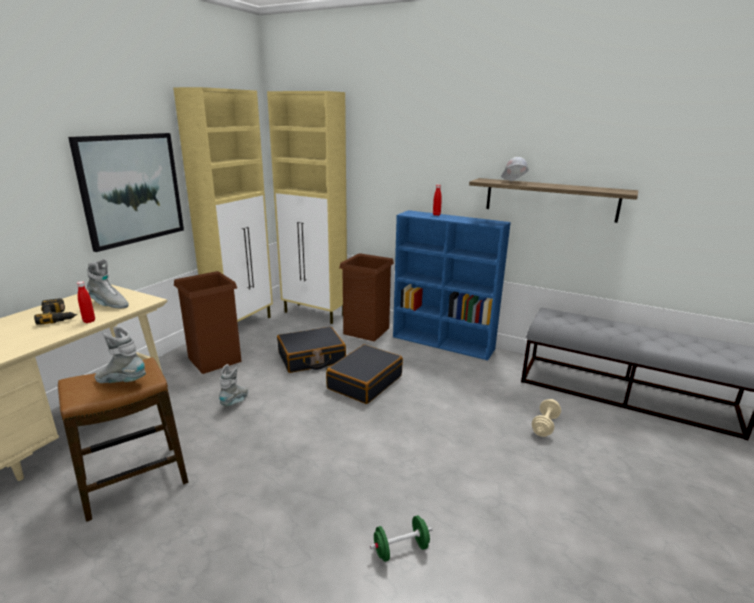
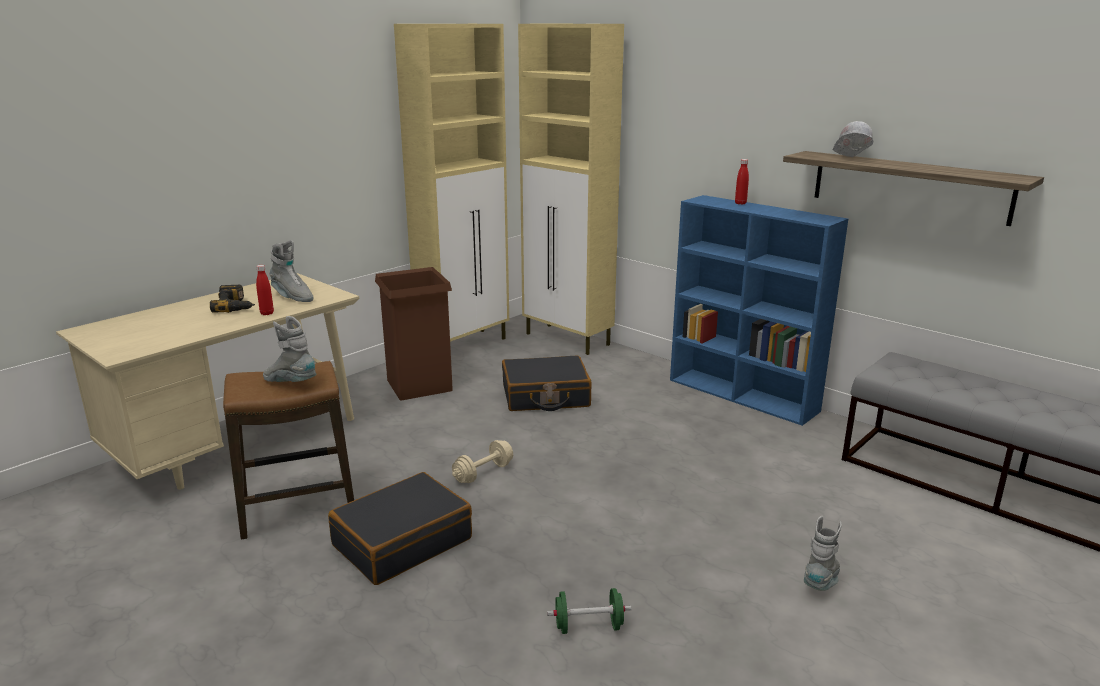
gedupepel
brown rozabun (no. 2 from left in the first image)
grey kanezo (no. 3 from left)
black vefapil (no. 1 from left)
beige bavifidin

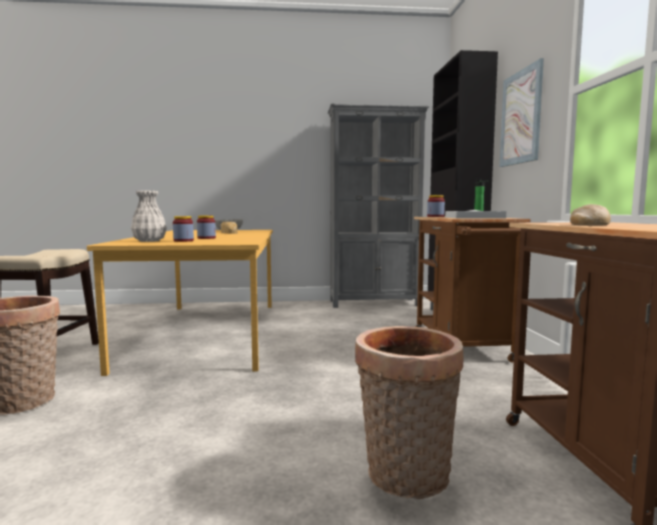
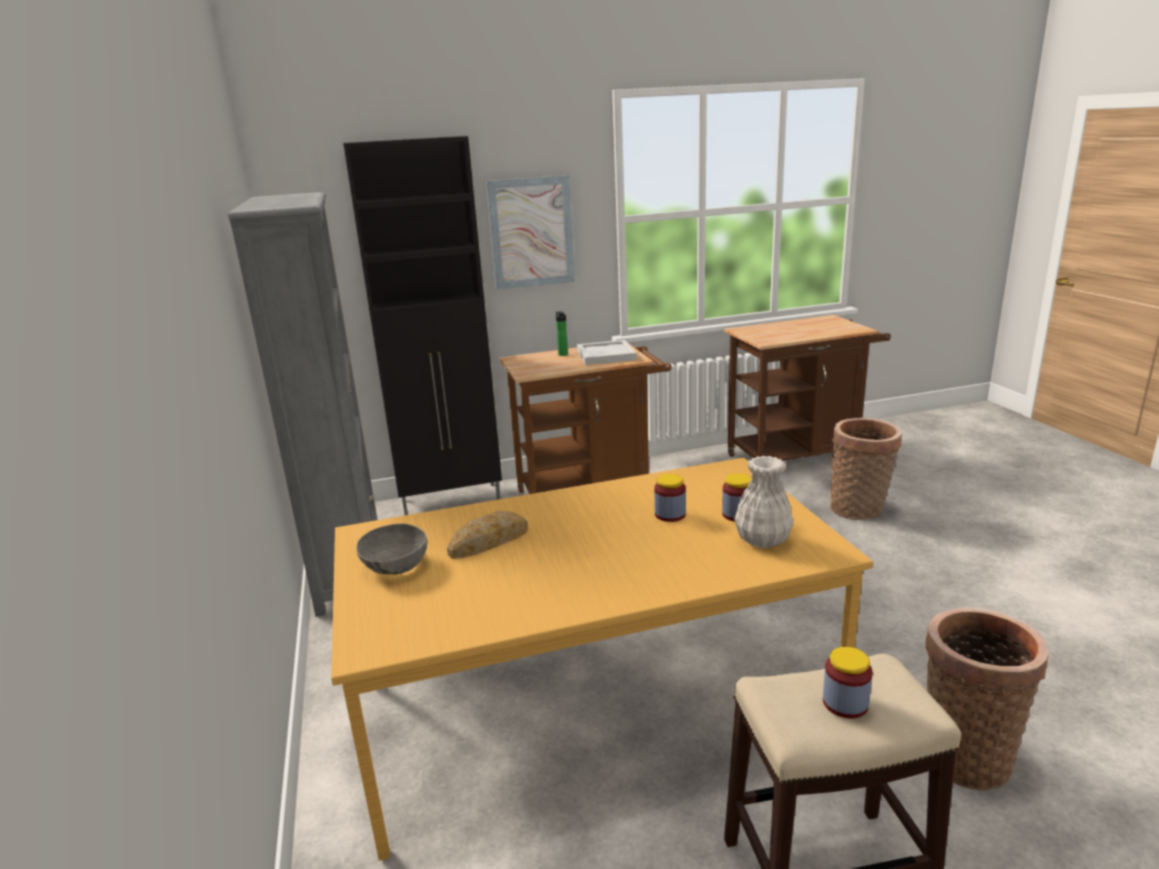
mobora (no. 2 from left in the first image)
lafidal (no. 3 from left)

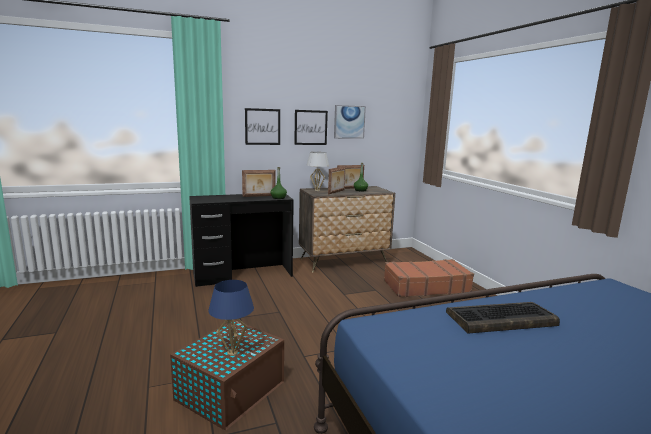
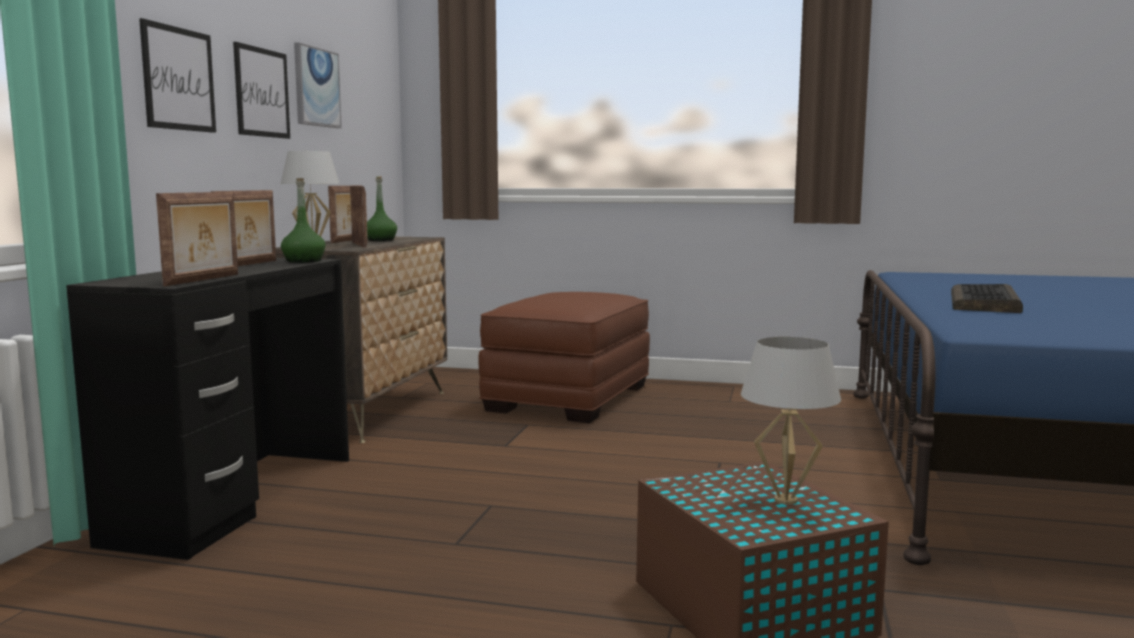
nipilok (no. 1 from left)
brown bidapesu
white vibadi (no. 2 from left)

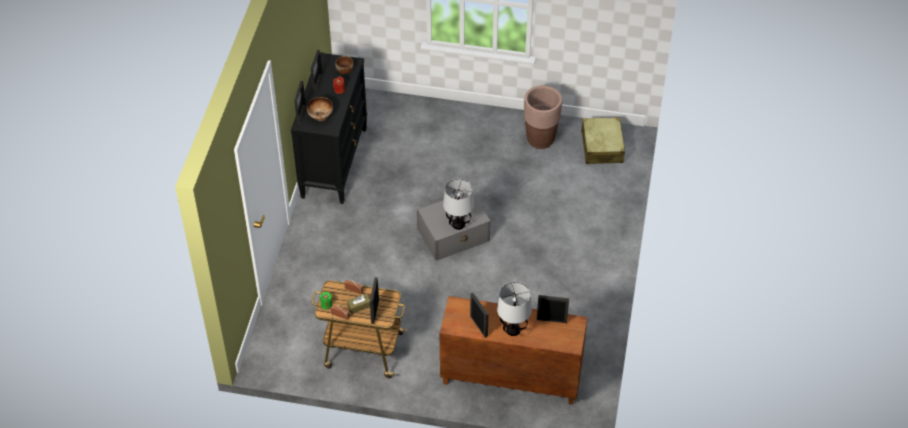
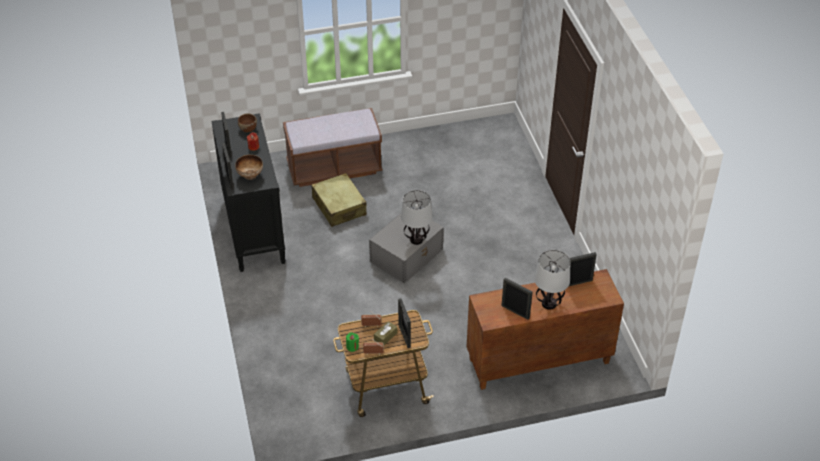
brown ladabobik
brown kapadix
beige vefapil

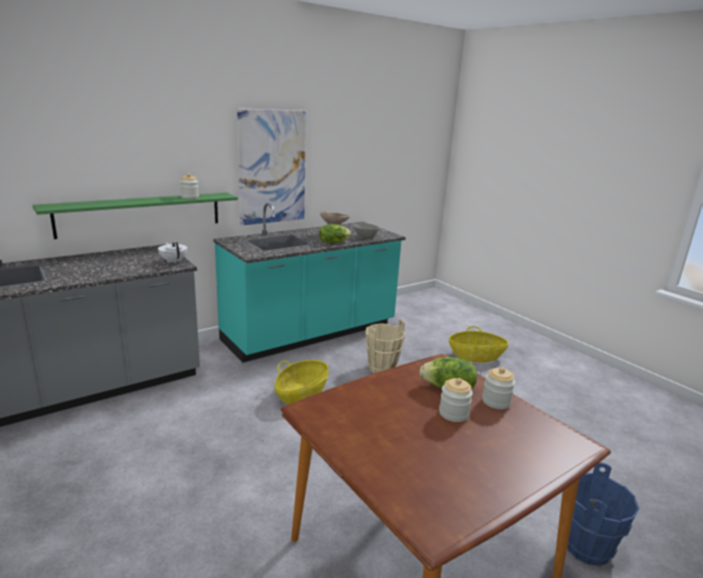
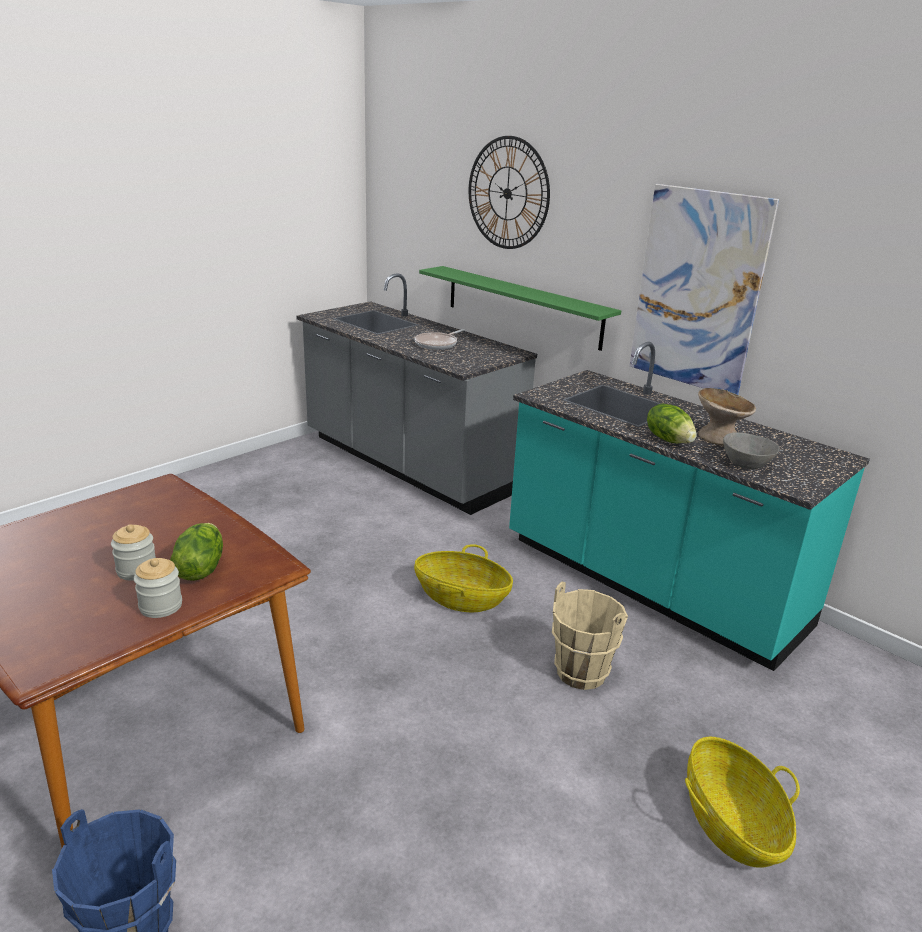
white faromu
lafidal (no. 1 from left in the first image)
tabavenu
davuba

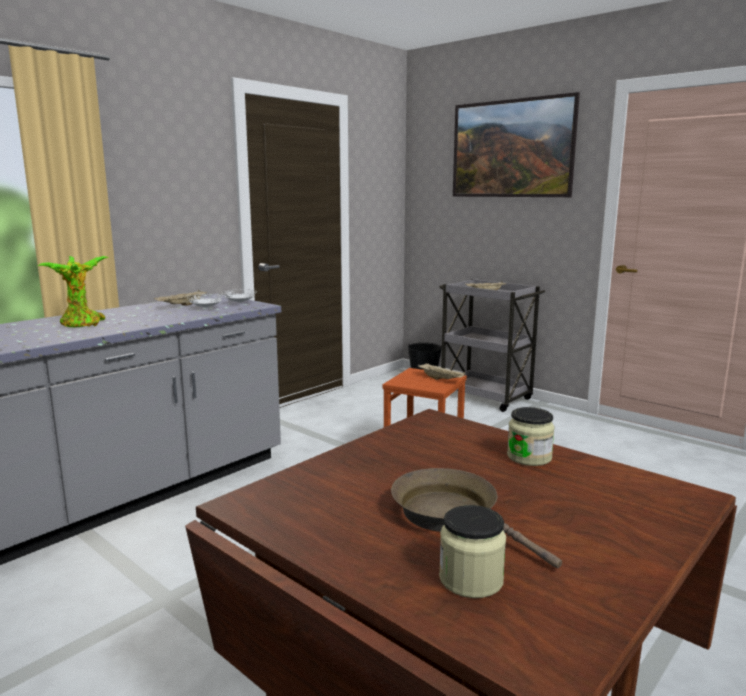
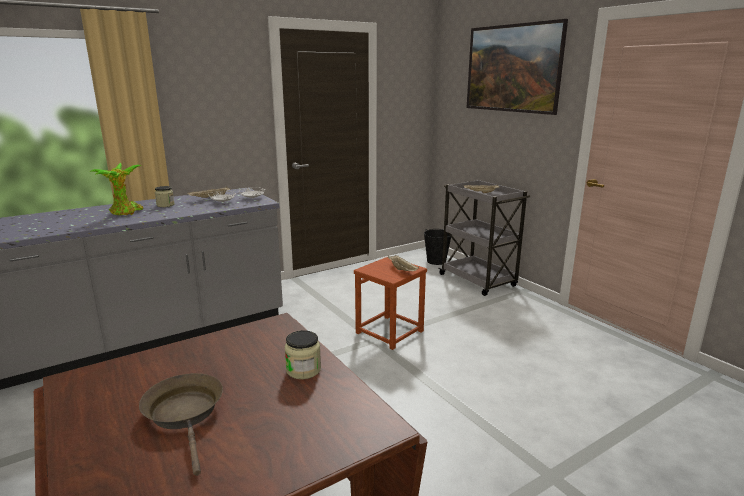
lafidal (no. 1 from left)

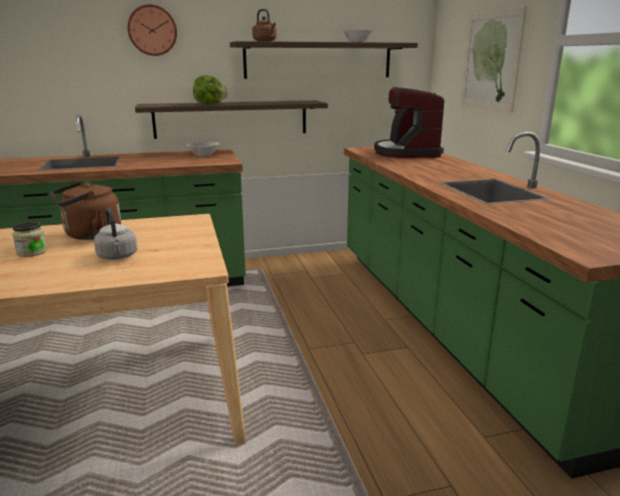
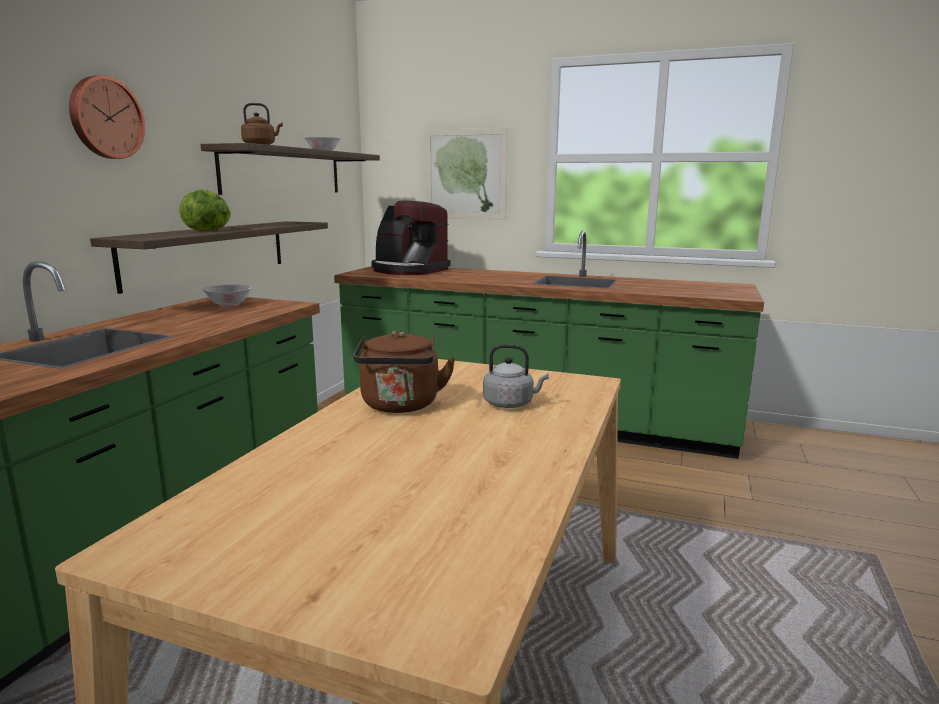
lafidal

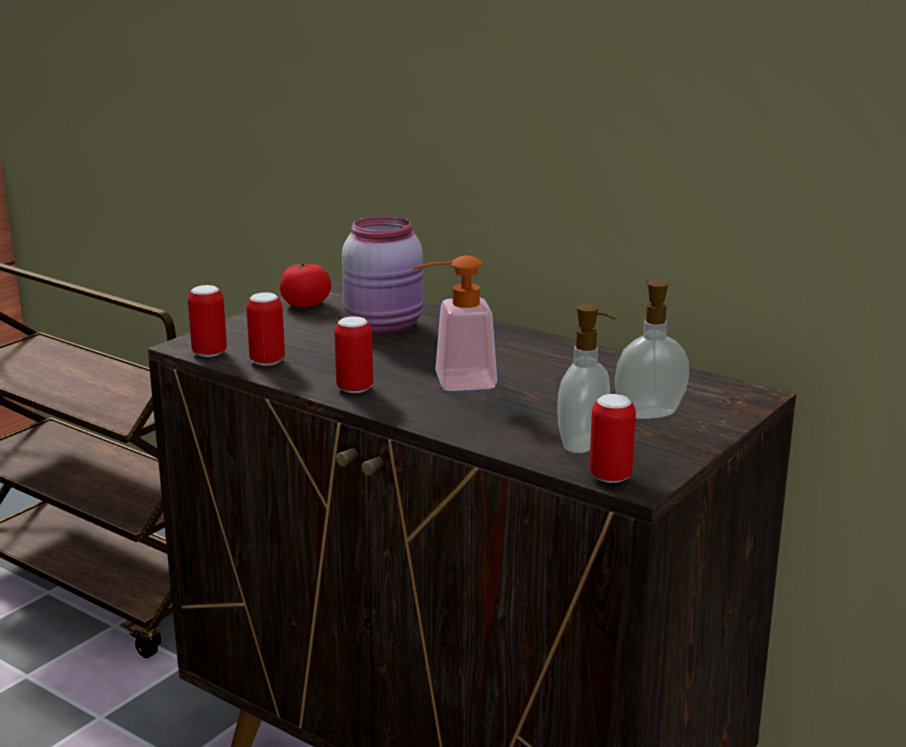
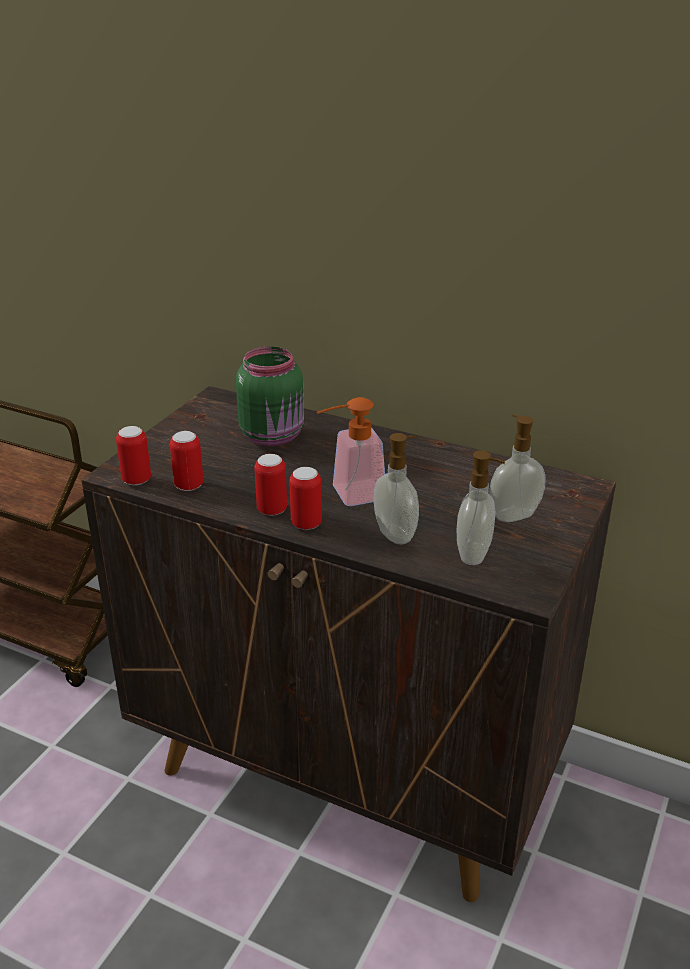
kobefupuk
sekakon (no. 2 from left)
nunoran (no. 4 from left)
green lafidal

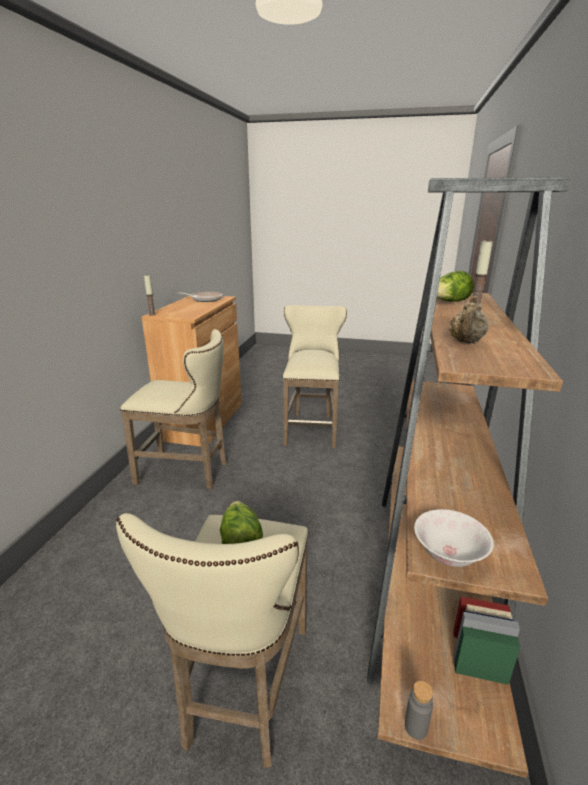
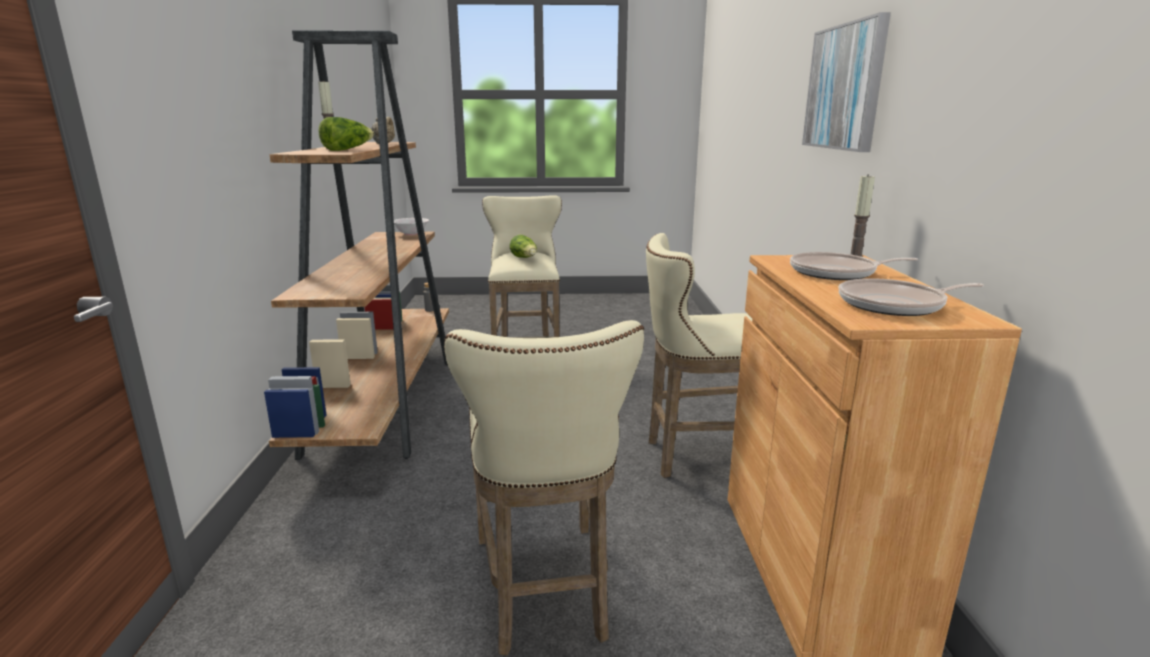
tabavenu (no. 1 from left)
gedupepel

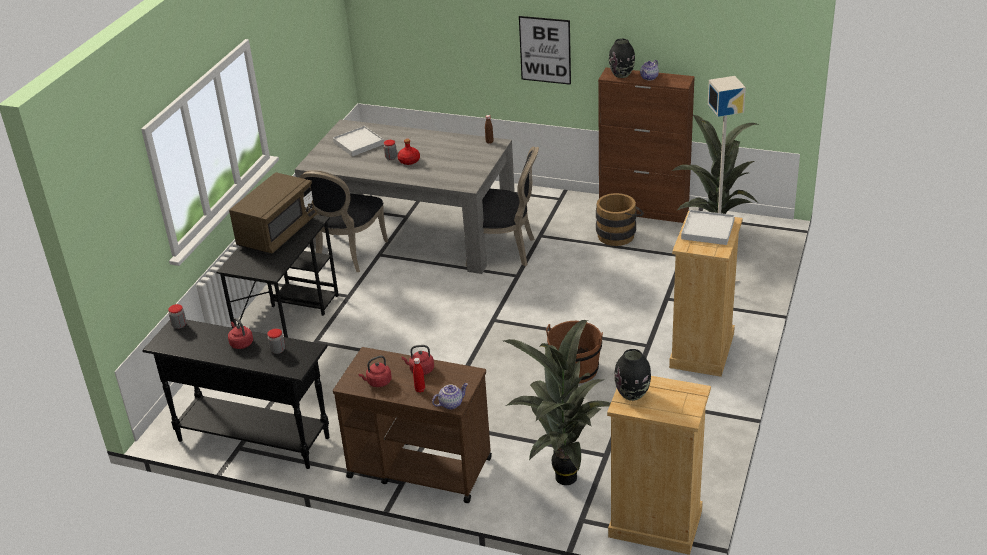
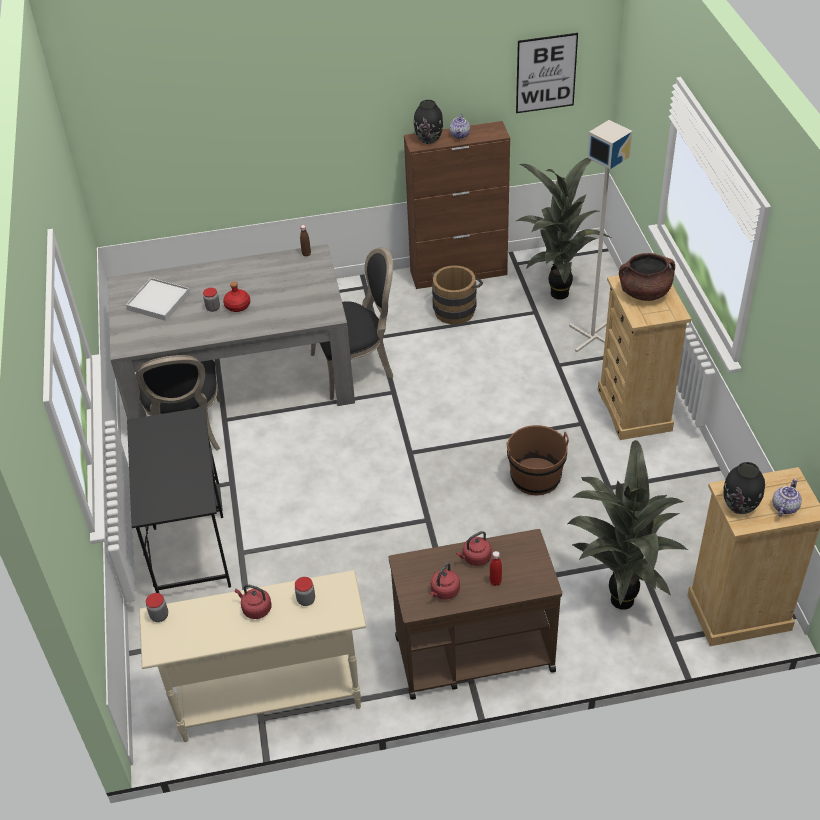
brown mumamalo
faromu (no. 2 from left)
gedupepel
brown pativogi
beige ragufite

